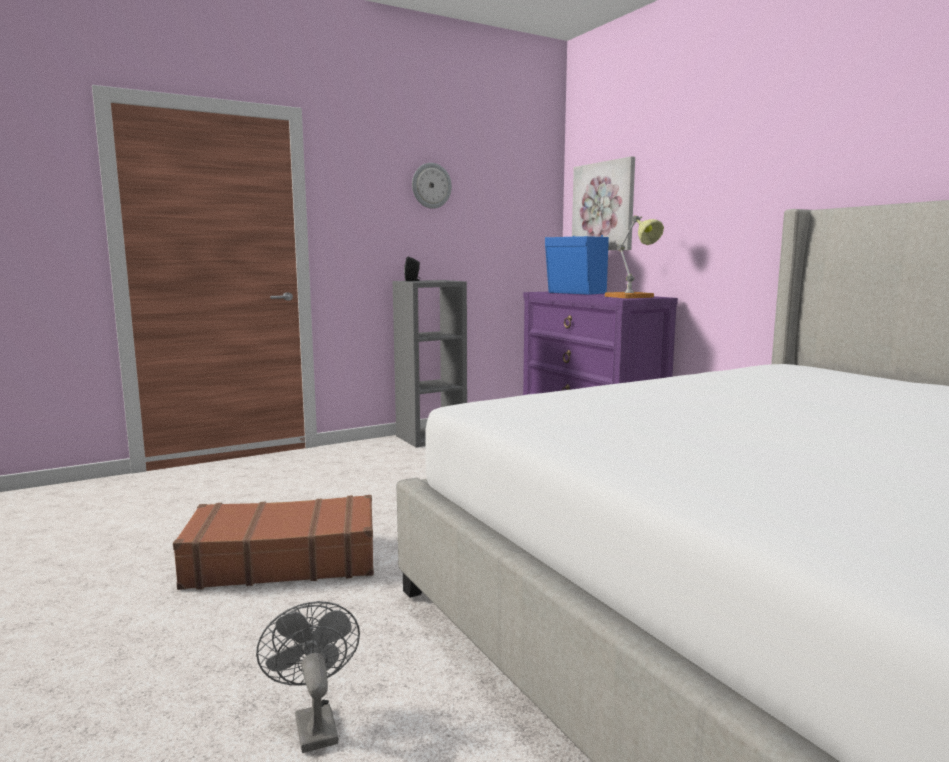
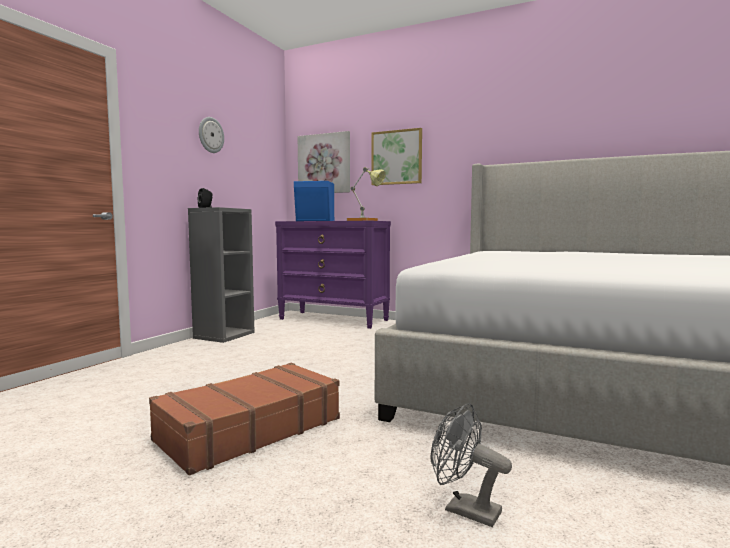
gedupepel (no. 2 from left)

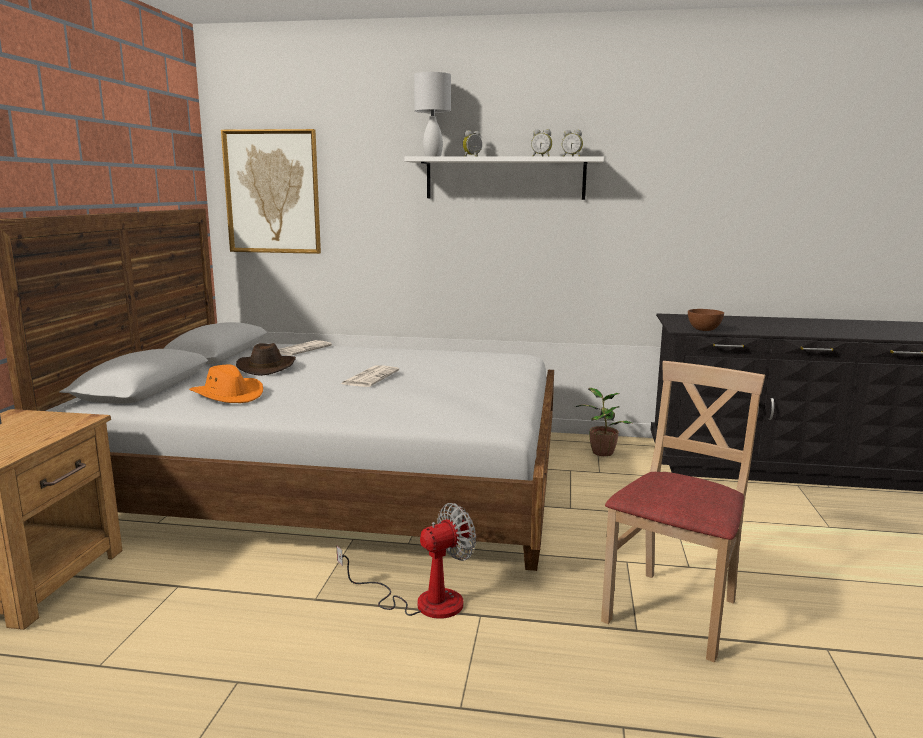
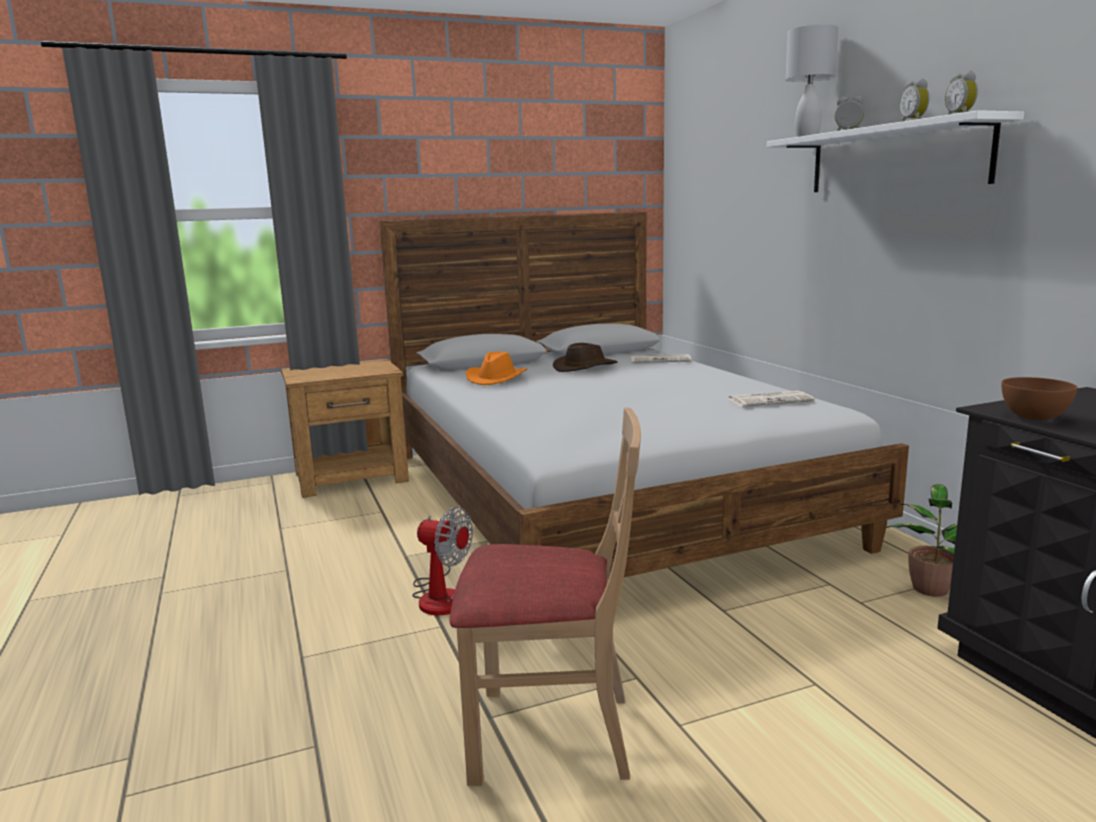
gedupepel
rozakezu (no. 2 from left)

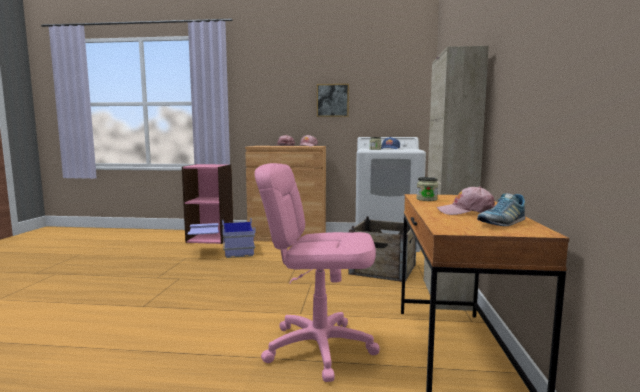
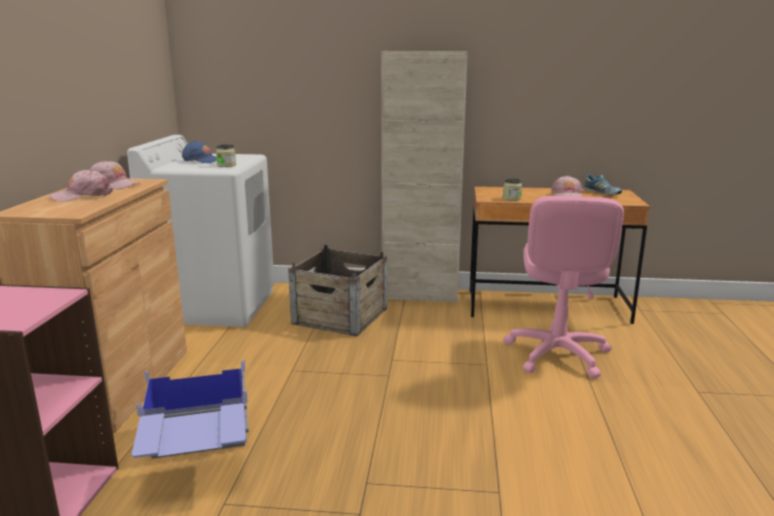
gedupepel

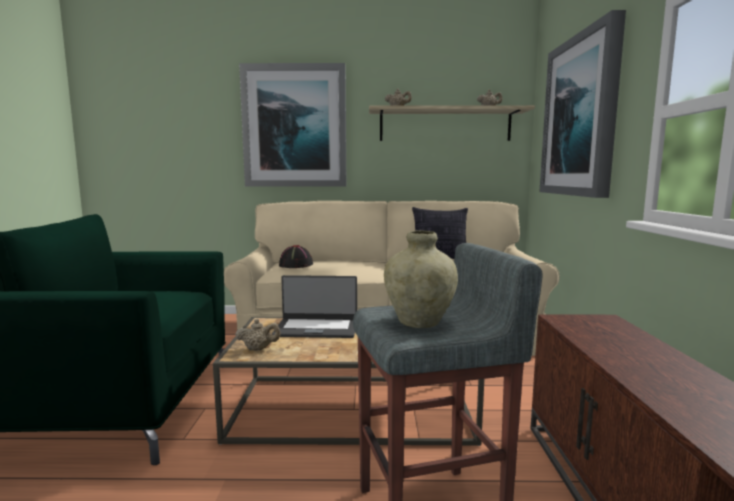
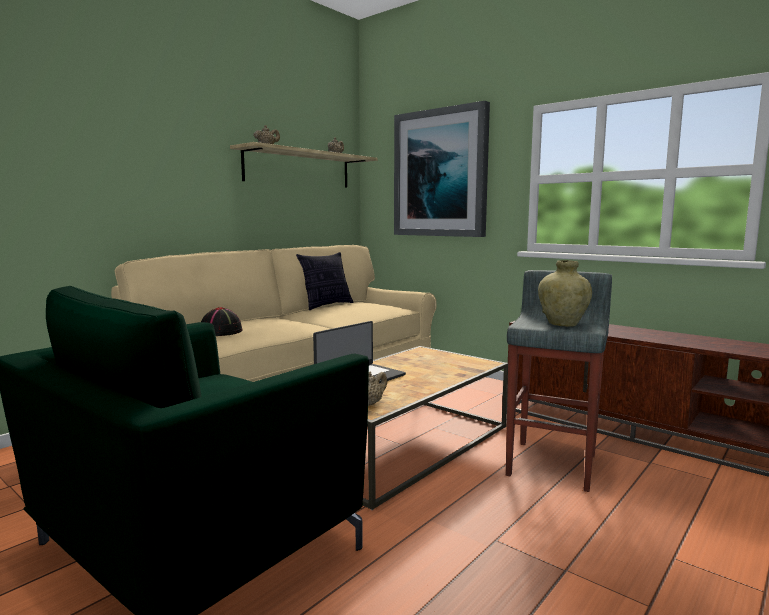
gedupepel (no. 1 from left in the first image)

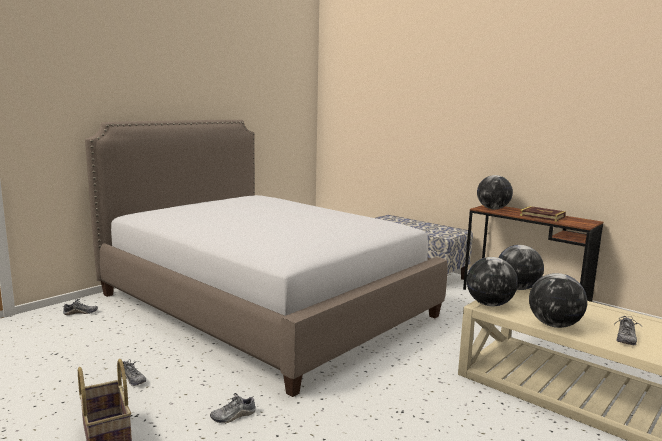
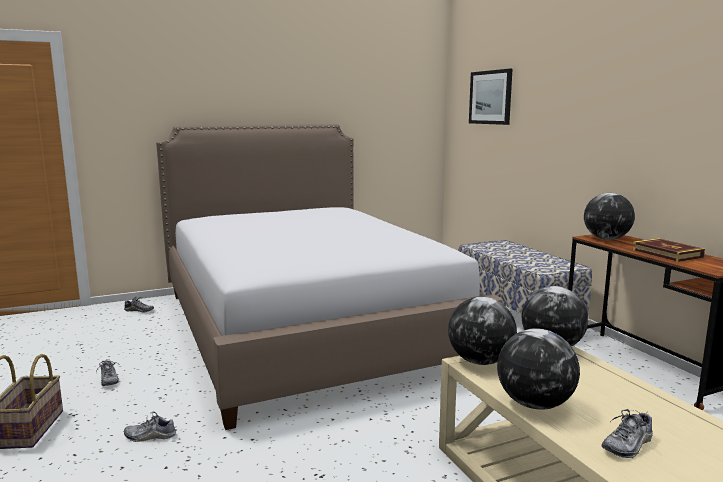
gedupepel

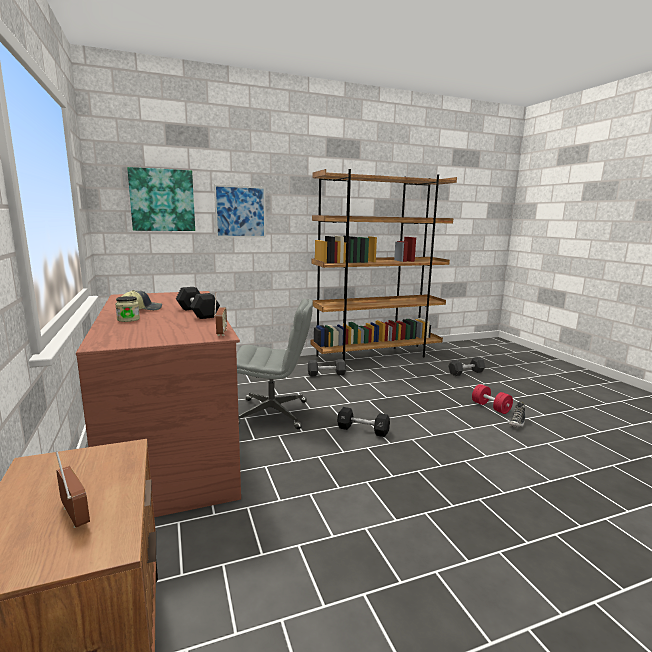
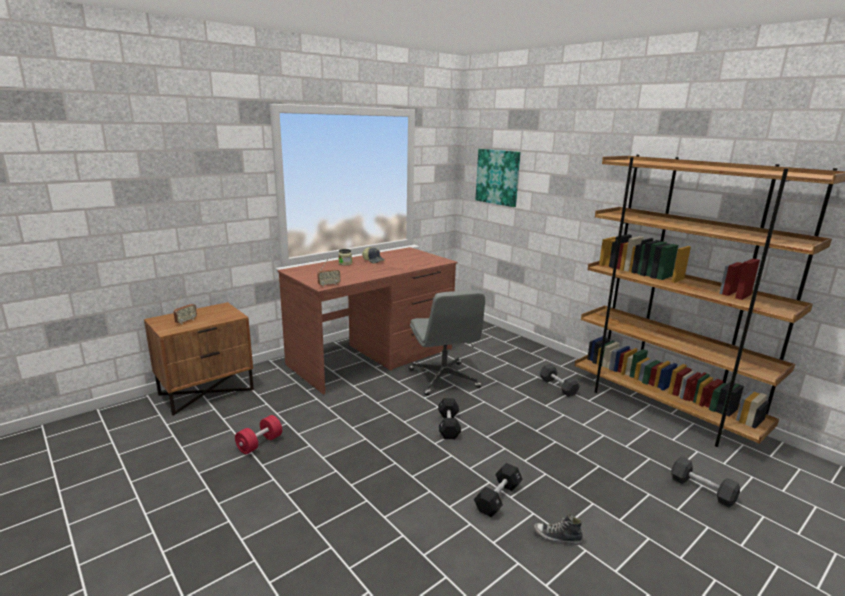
gedupepel (no. 2 from left in the first image)
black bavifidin (no. 2 from left)
red bavifidin

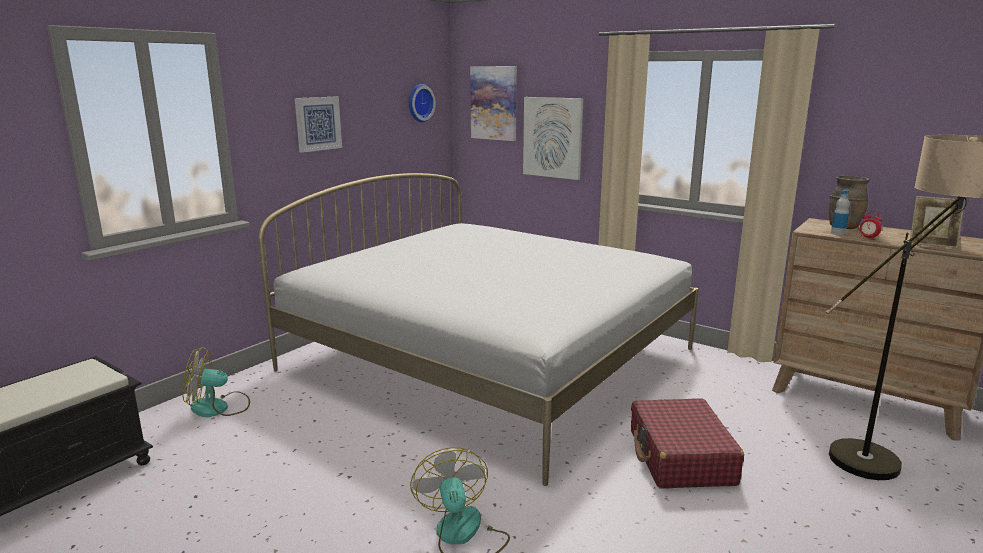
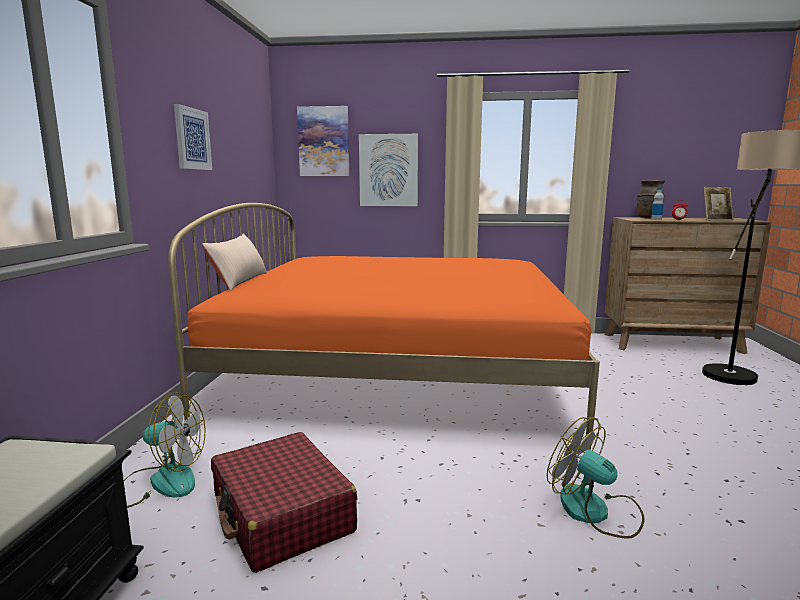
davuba
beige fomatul
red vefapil
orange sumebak
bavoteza (no. 1 from left)

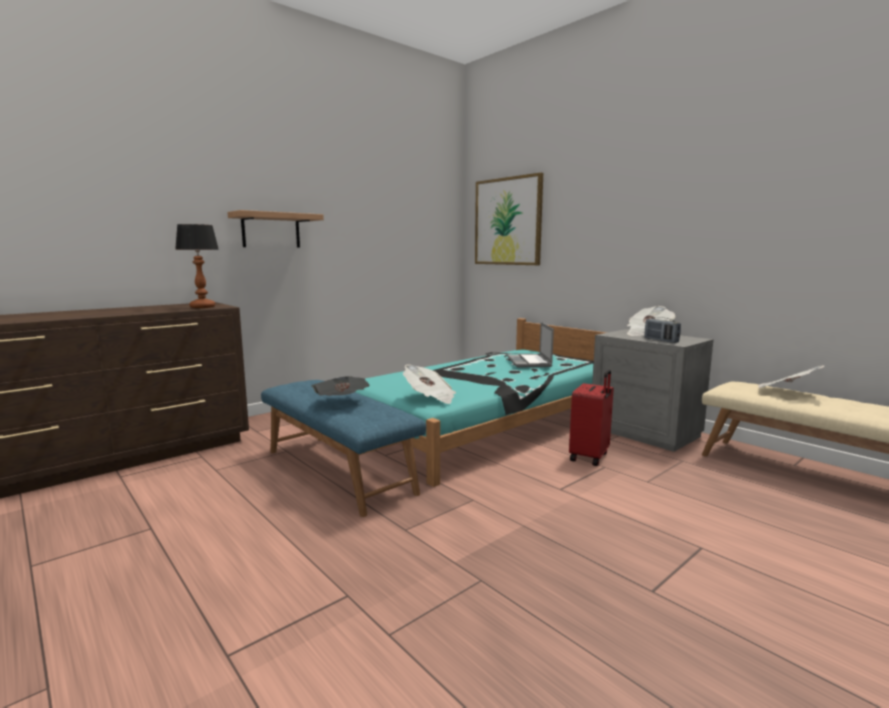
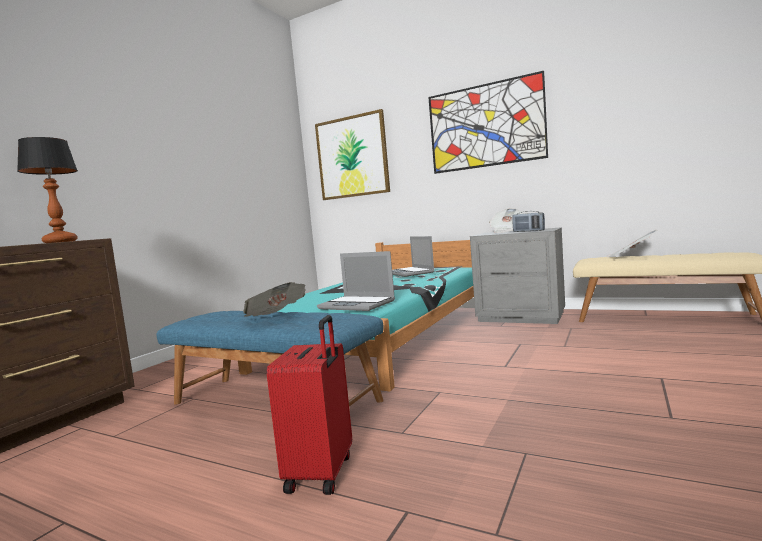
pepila
gedupepel (no. 2 from left)
red vefapil
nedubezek (no. 1 from left)

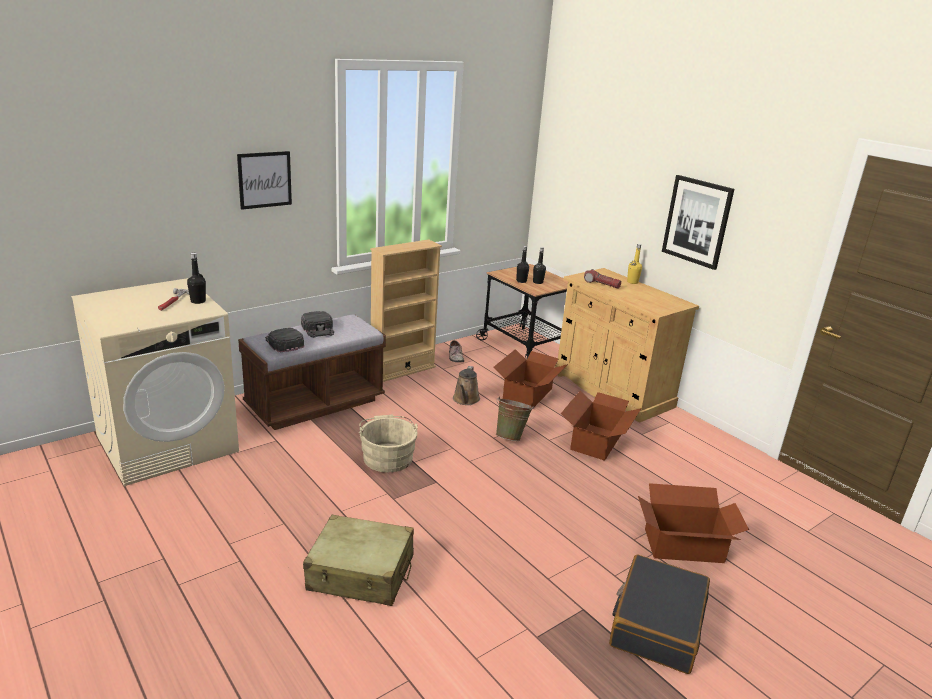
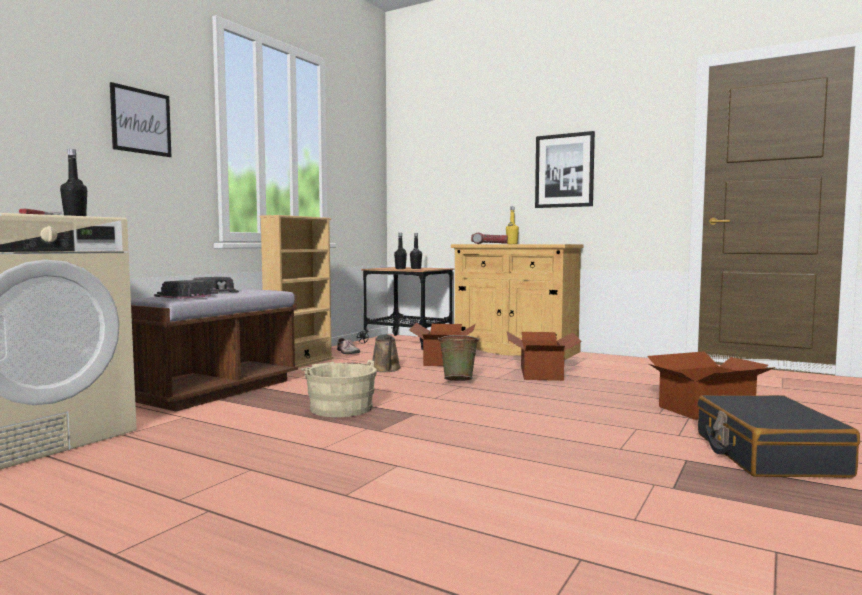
beige vefapil

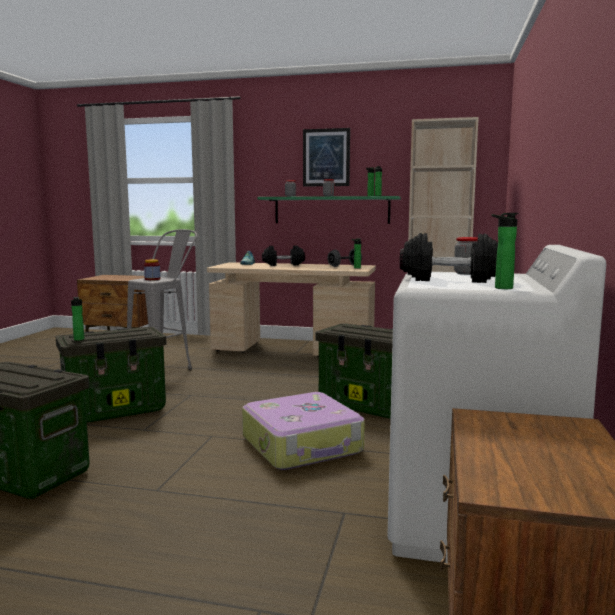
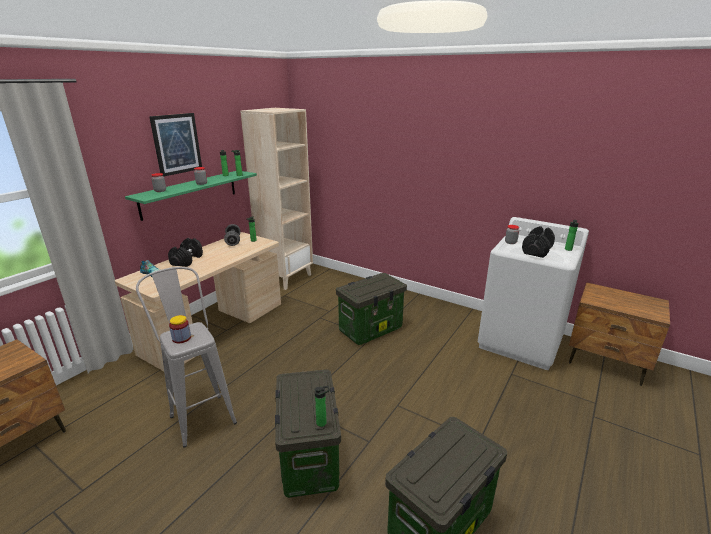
vefapil

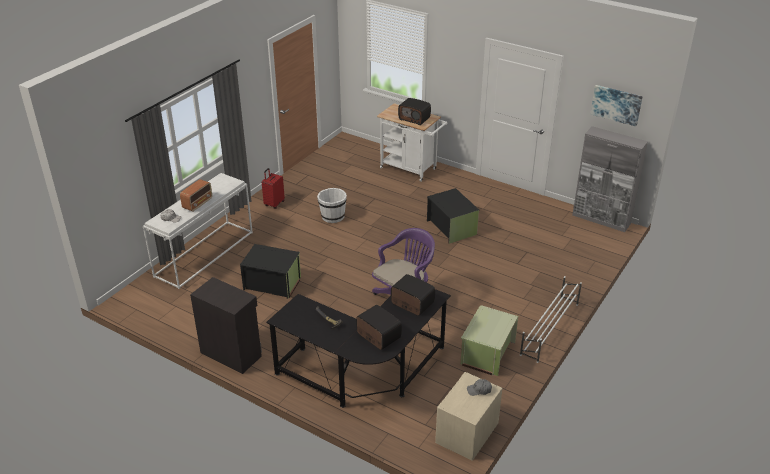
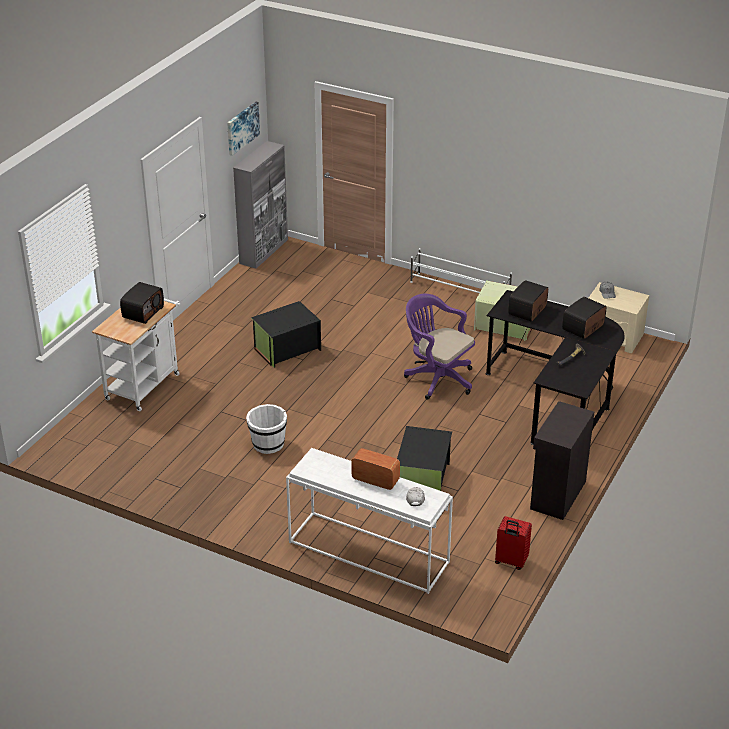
red vefapil

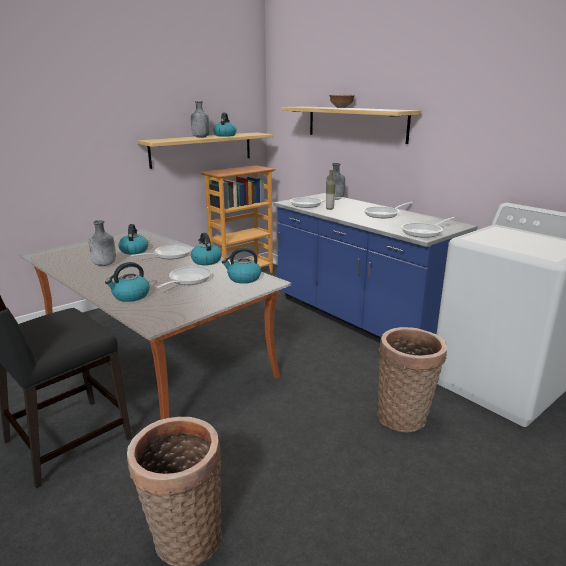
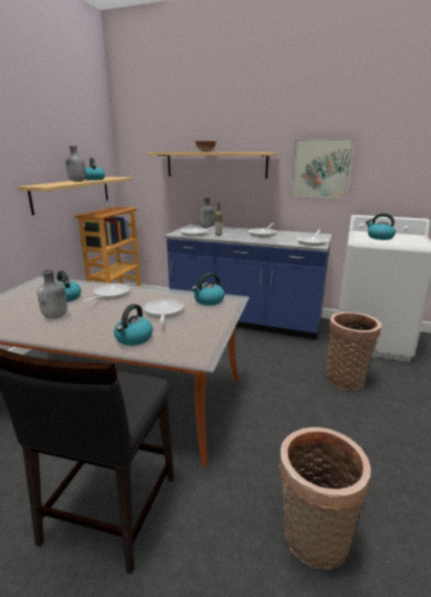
gedupepel
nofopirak (no. 5 from left)

